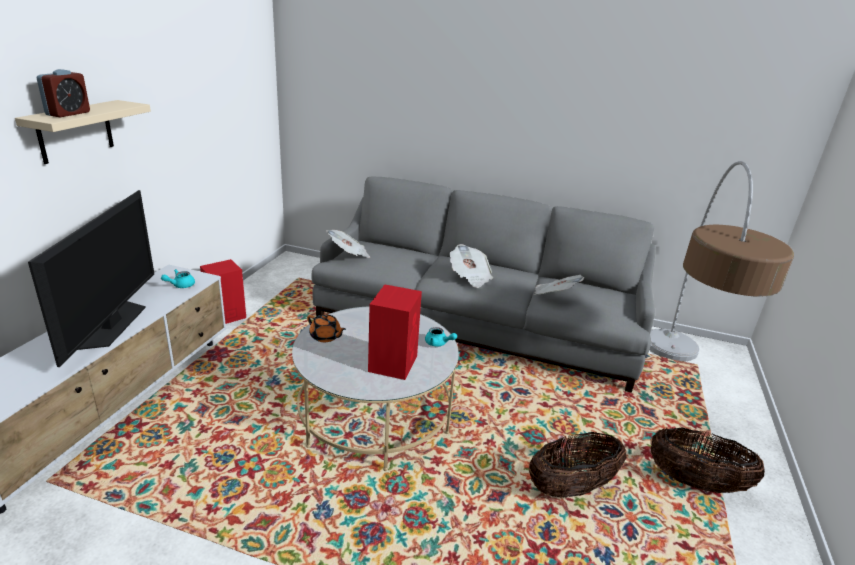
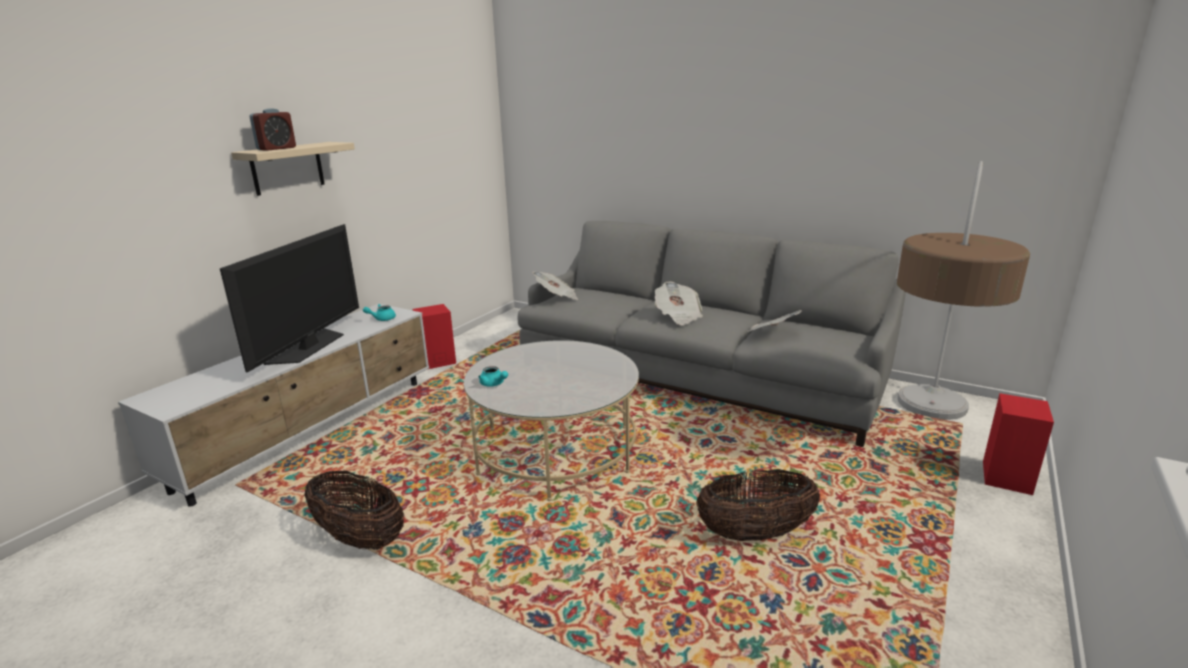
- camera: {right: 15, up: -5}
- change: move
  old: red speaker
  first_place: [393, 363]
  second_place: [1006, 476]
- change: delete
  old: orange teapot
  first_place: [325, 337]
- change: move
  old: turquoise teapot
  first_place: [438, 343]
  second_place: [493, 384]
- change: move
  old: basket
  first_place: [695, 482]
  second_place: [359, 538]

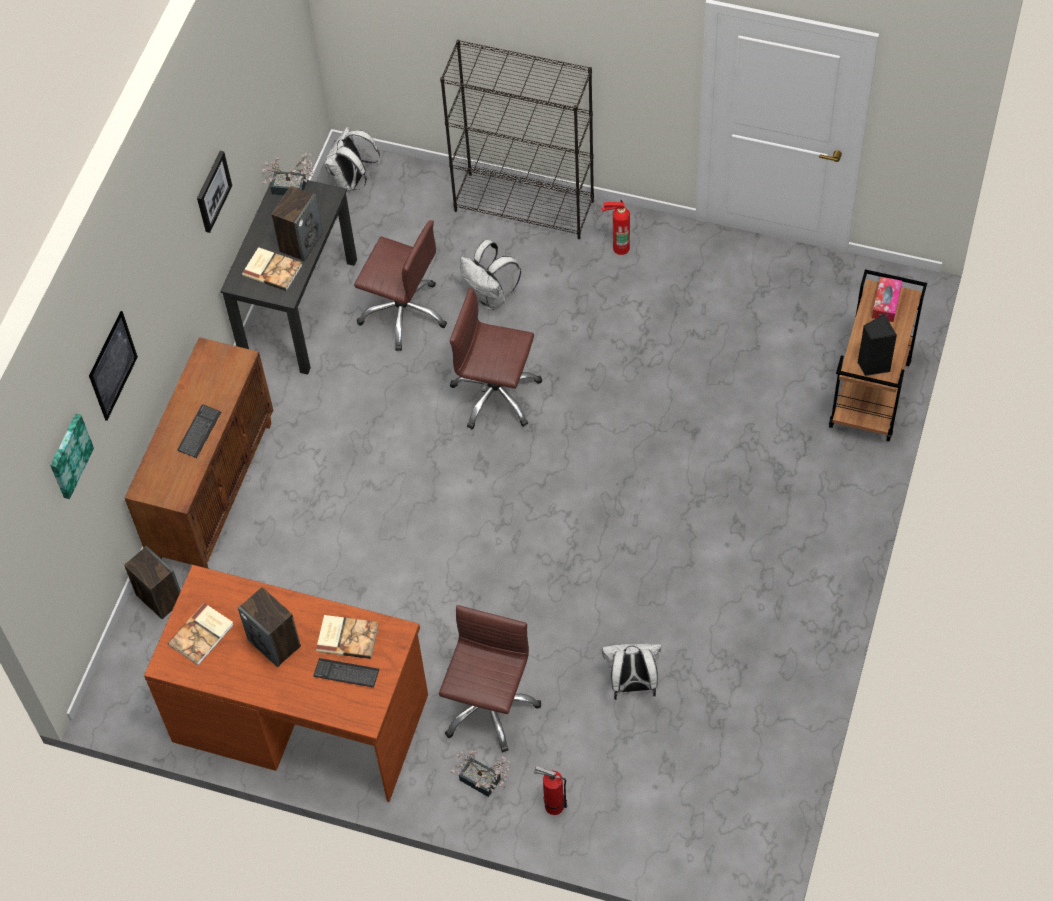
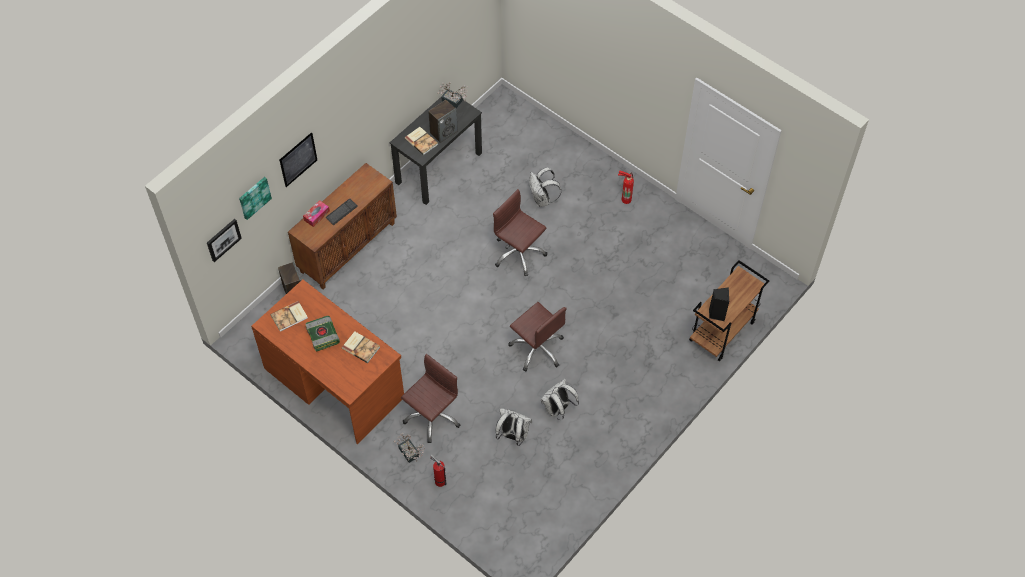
- camera: {right: 20, up: 0}
- change: delete
  old: black bookcase
  first_place: [525, 205]
- change: move
  old: white backpack
  first_place: [352, 181]
  second_place: [558, 409]
- change: move
  old: picture
  first_place: [212, 191]
  second_place: [223, 239]
- change: move
  old: brown office chair
  first_place: [403, 313]
  second_place: [537, 348]
- change: move
  old: tissue box
  first_place: [886, 303]
  second_place: [316, 215]
- change: replace
  old: speaker
  new: book
  first_place: [275, 643]
  second_place: [323, 336]
- change: delete
  old: keyboard
  first_place: [346, 673]

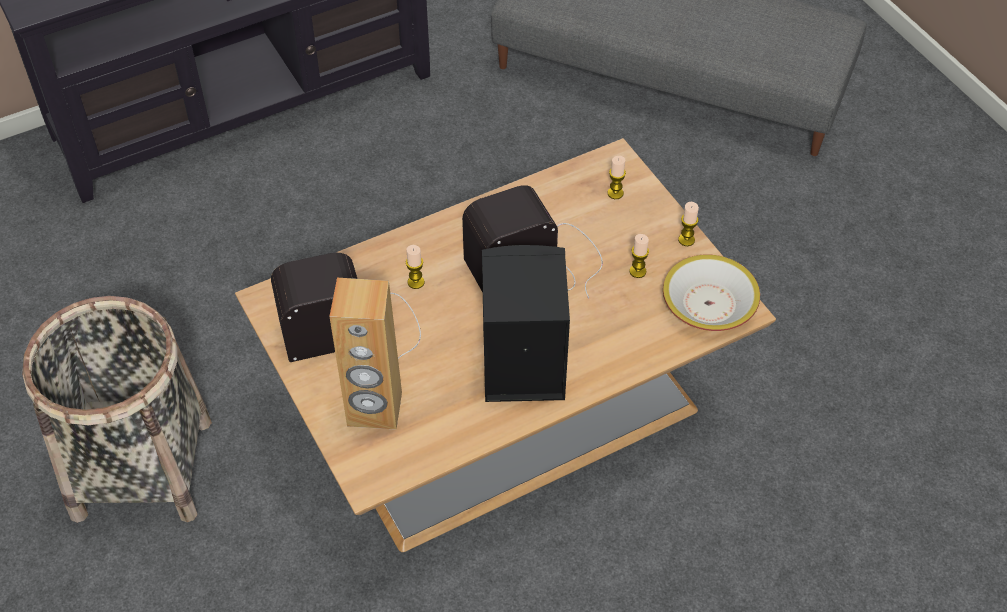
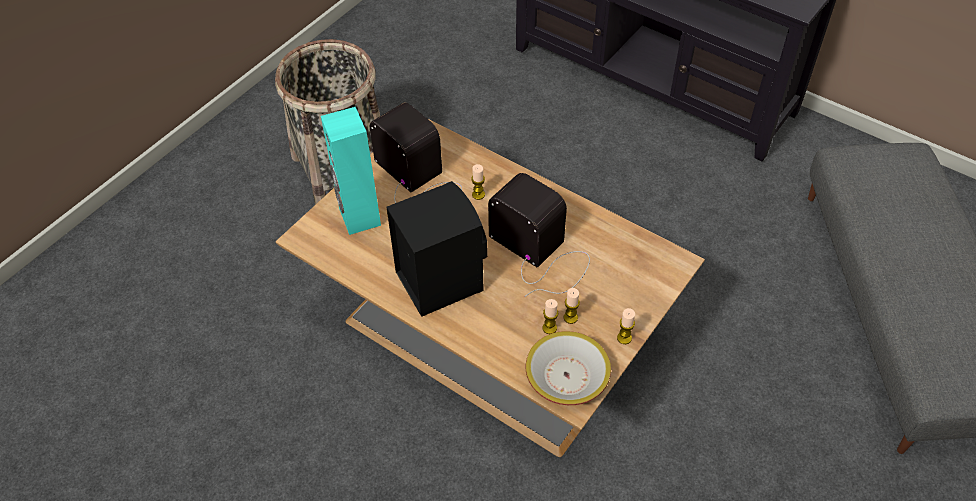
- camera: {right: 65, up: 0}
- change: move
  old: candle
  first_place: [615, 193]
  second_place: [549, 328]
- change: recolor
  old: brown speaker
  new: turquoise speaker
  first_place: [374, 410]
  second_place: [359, 217]

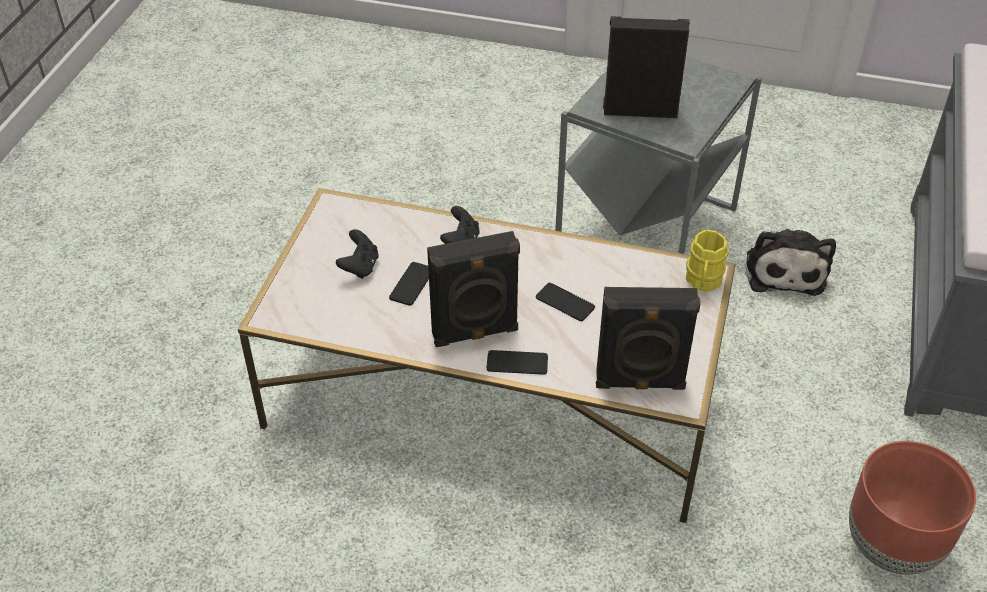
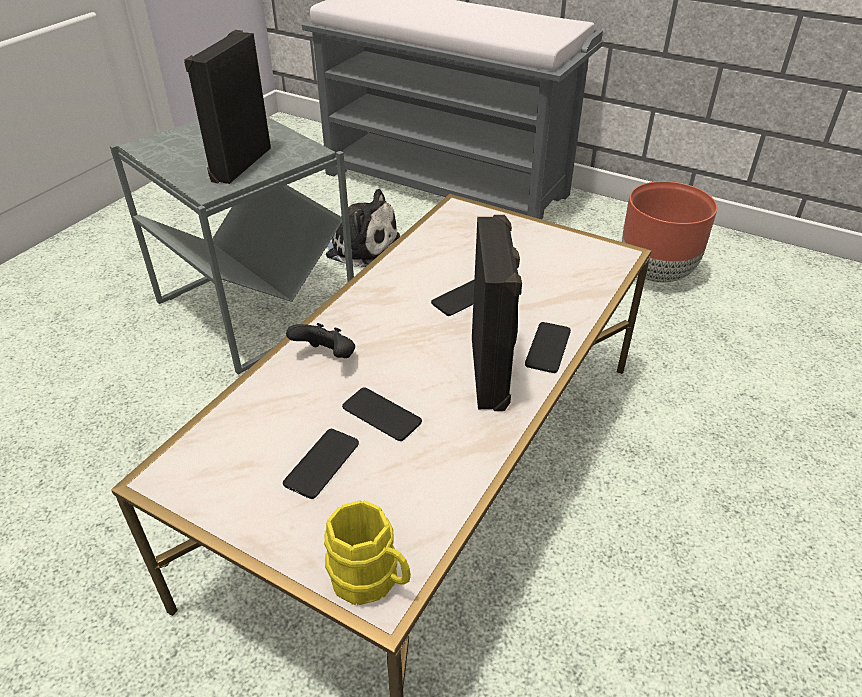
- camera: {right: -75, up: -5}
- change: replace
  old: black game controller
  new: phone
  first_place: [360, 267]
  second_place: [322, 463]
- change: move
  old: yellow mug
  first_place: [703, 282]
  second_place: [371, 581]
- change: delete
  old: black speaker
  first_place: [640, 383]

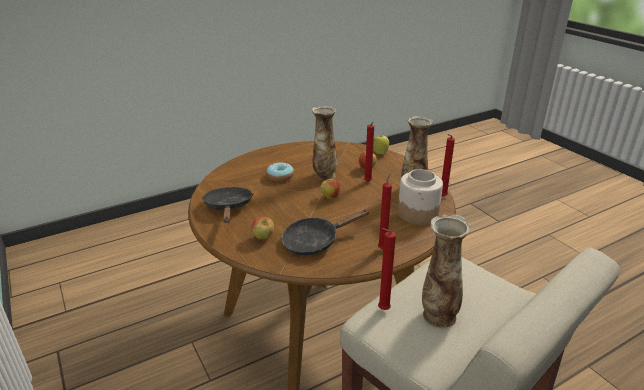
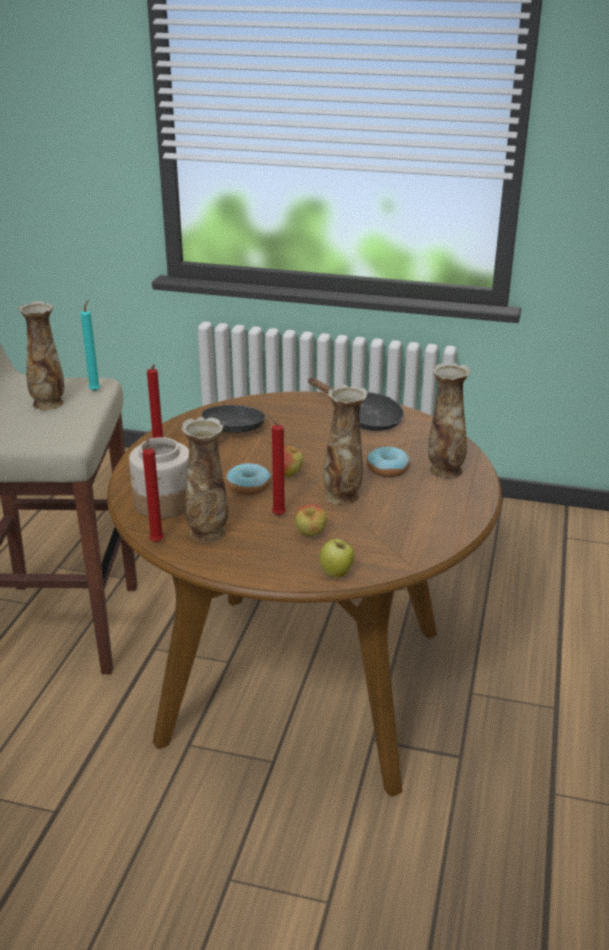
- camera: {right: 135, up: 0}
- change: delete
  old: apple
  first_place: [263, 238]
- change: recolor
  old: red candle
  new: turquoise candle
  first_place: [382, 310]
  second_place: [96, 390]
- change: insert
  new: vase
  second_place: [444, 470]
- change: insert
  new: donut
  second_place: [248, 486]

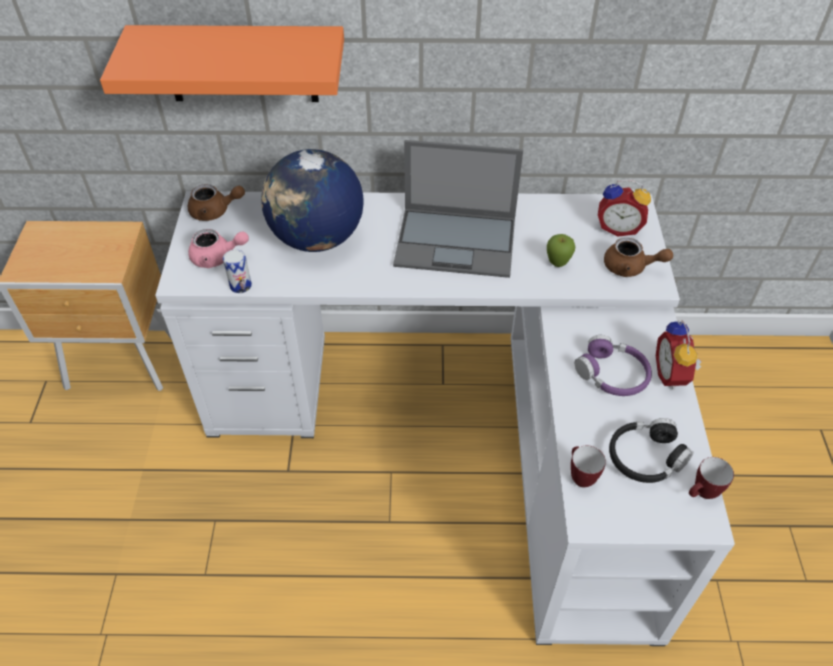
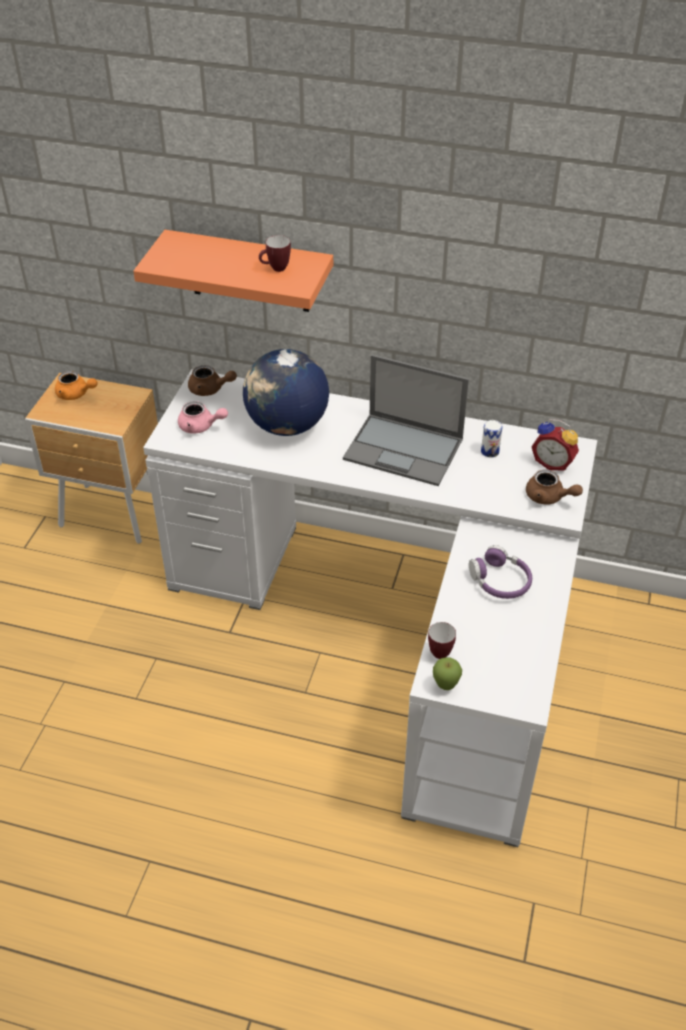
- camera: {right: 15, up: -5}
- change: move
  old: apple
  first_place: [557, 264]
  second_place: [445, 686]
- change: move
  old: can
  first_place: [240, 285]
  second_place: [490, 451]
- change: delete
  old: alarm clock
  first_place: [672, 375]
- change: delete
  old: black headphones
  first_place: [645, 457]
- change: move
  old: mug
  first_place: [702, 494]
  second_place: [275, 269]
- change: insert
  new: orange teapot
  second_place: [76, 394]

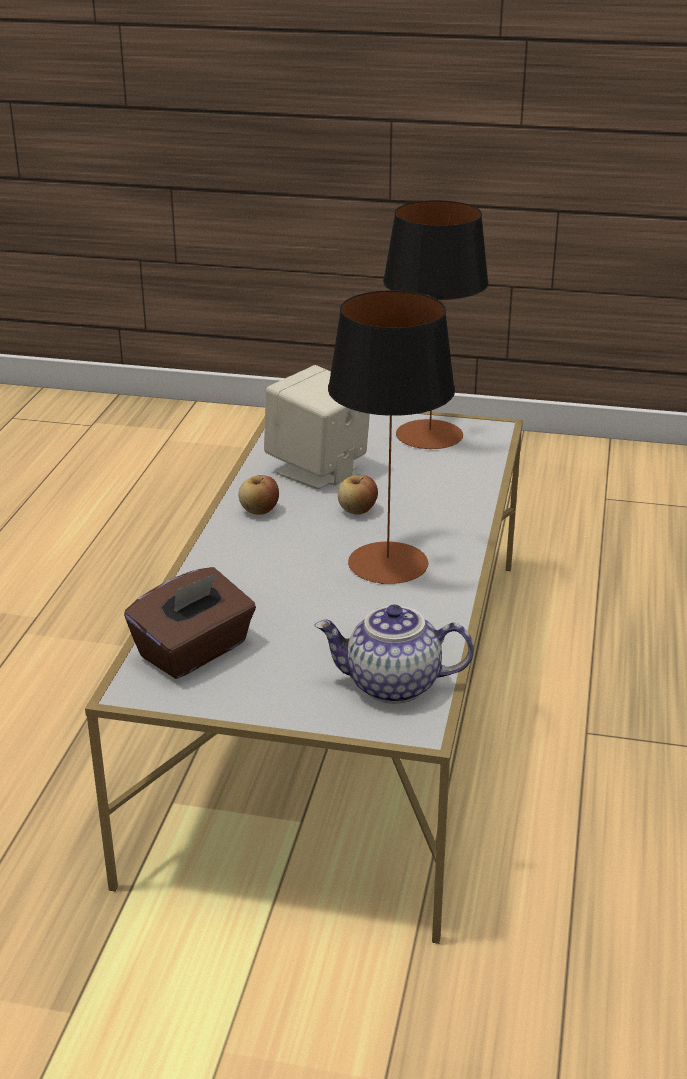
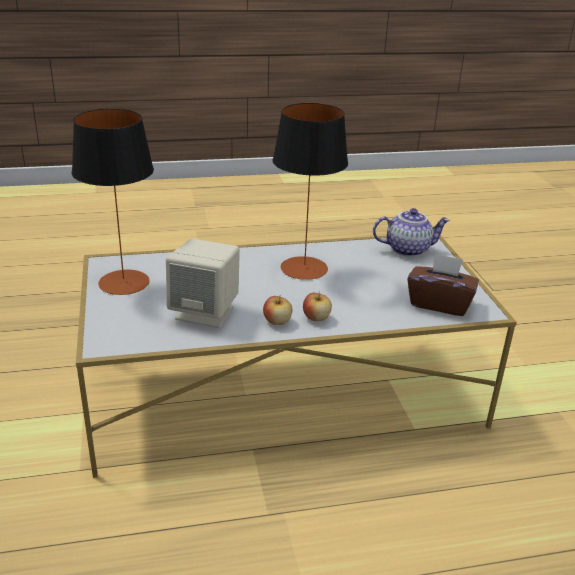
- camera: {right: -115, up: 0}
- change: move
  old: apple
  first_place: [357, 510]
  second_place: [316, 318]
- change: rotate
  old: teapot
  first_place: [392, 686]
  second_place: [408, 249]
  degrees: -75

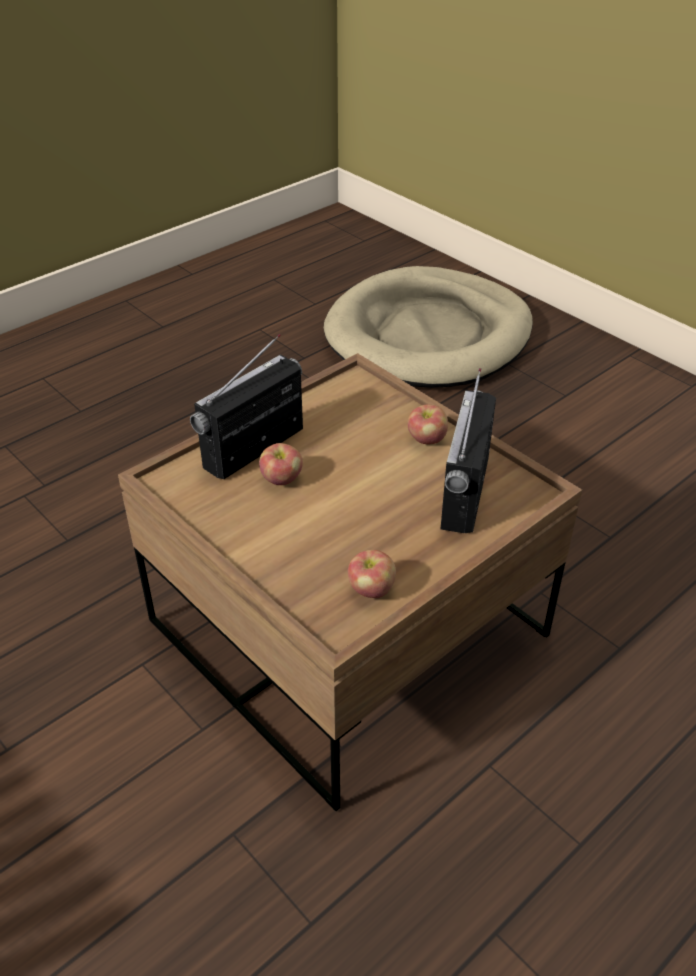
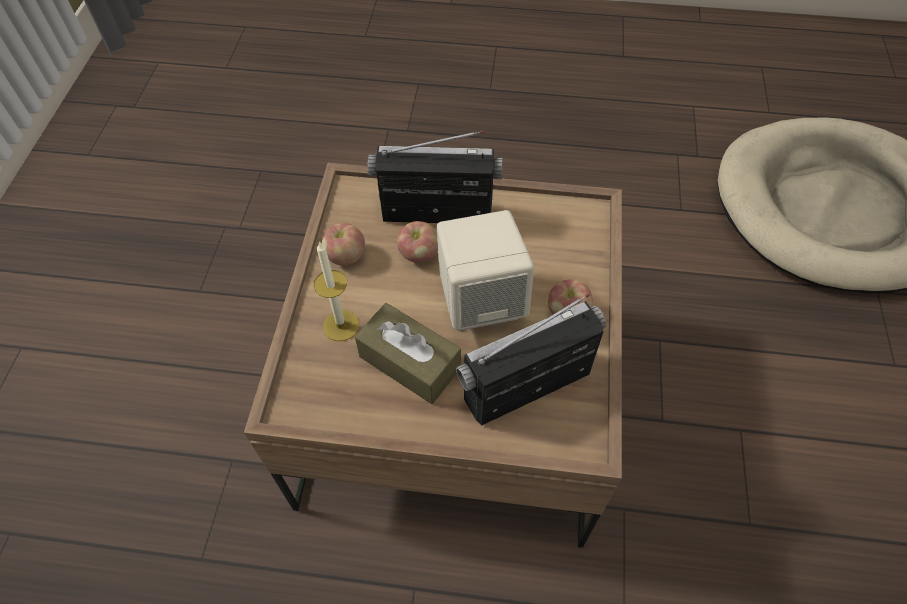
- camera: {right: 50, up: 15}
- change: move
  old: apple
  first_place: [371, 589]
  second_place: [345, 256]
- change: insert
  new: beige speaker
  second_place: [481, 301]
- change: insert
  new: candle
  second_place: [341, 325]
- change: insert
  new: brown tissue box
  second_place: [409, 362]

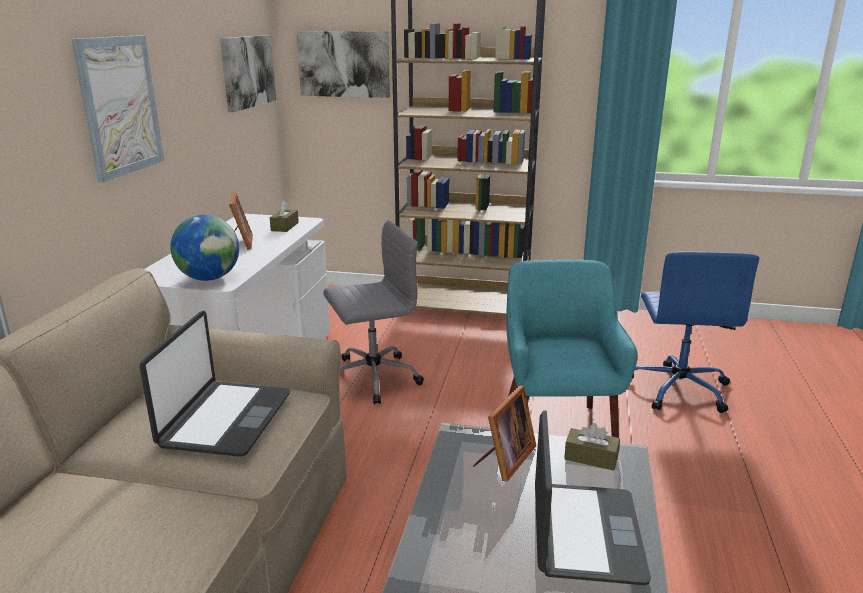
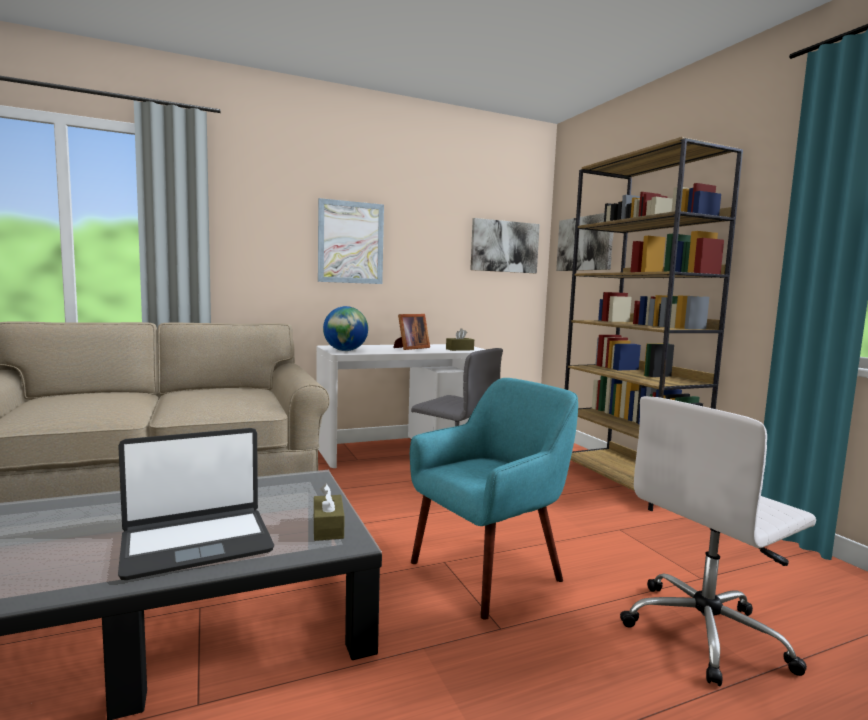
- camera: {right: 55, up: -15}
- change: recolor
  old: blue office chair
  new: white office chair
  first_place: [678, 389]
  second_place: [706, 632]
- change: delete
  old: laptop
  first_place: [225, 419]
- change: delete
  old: picture frame
  first_place: [505, 460]

